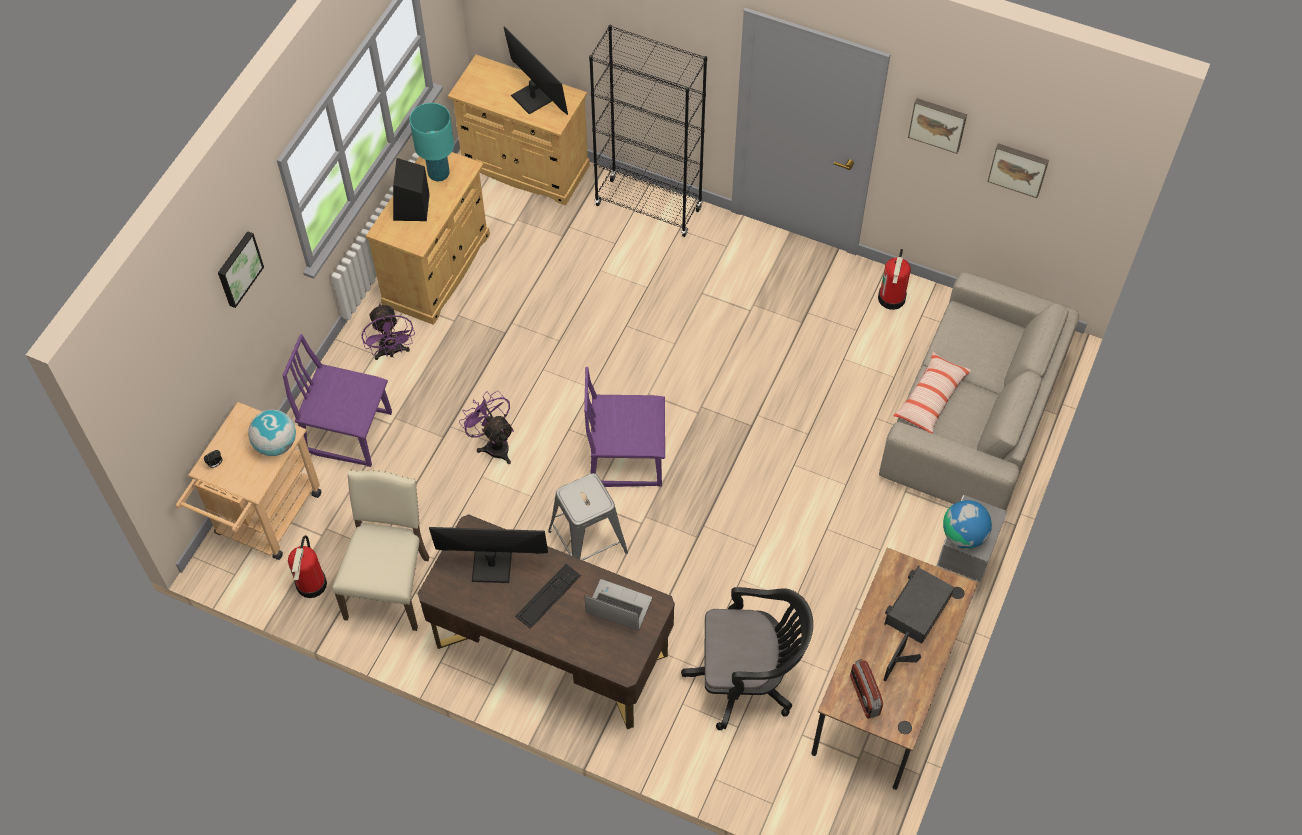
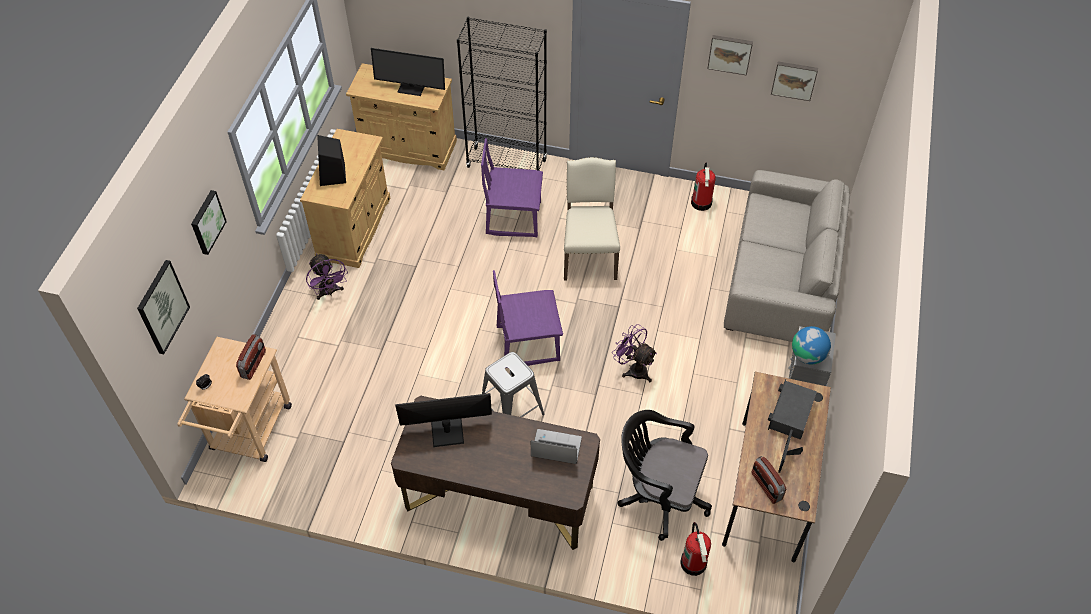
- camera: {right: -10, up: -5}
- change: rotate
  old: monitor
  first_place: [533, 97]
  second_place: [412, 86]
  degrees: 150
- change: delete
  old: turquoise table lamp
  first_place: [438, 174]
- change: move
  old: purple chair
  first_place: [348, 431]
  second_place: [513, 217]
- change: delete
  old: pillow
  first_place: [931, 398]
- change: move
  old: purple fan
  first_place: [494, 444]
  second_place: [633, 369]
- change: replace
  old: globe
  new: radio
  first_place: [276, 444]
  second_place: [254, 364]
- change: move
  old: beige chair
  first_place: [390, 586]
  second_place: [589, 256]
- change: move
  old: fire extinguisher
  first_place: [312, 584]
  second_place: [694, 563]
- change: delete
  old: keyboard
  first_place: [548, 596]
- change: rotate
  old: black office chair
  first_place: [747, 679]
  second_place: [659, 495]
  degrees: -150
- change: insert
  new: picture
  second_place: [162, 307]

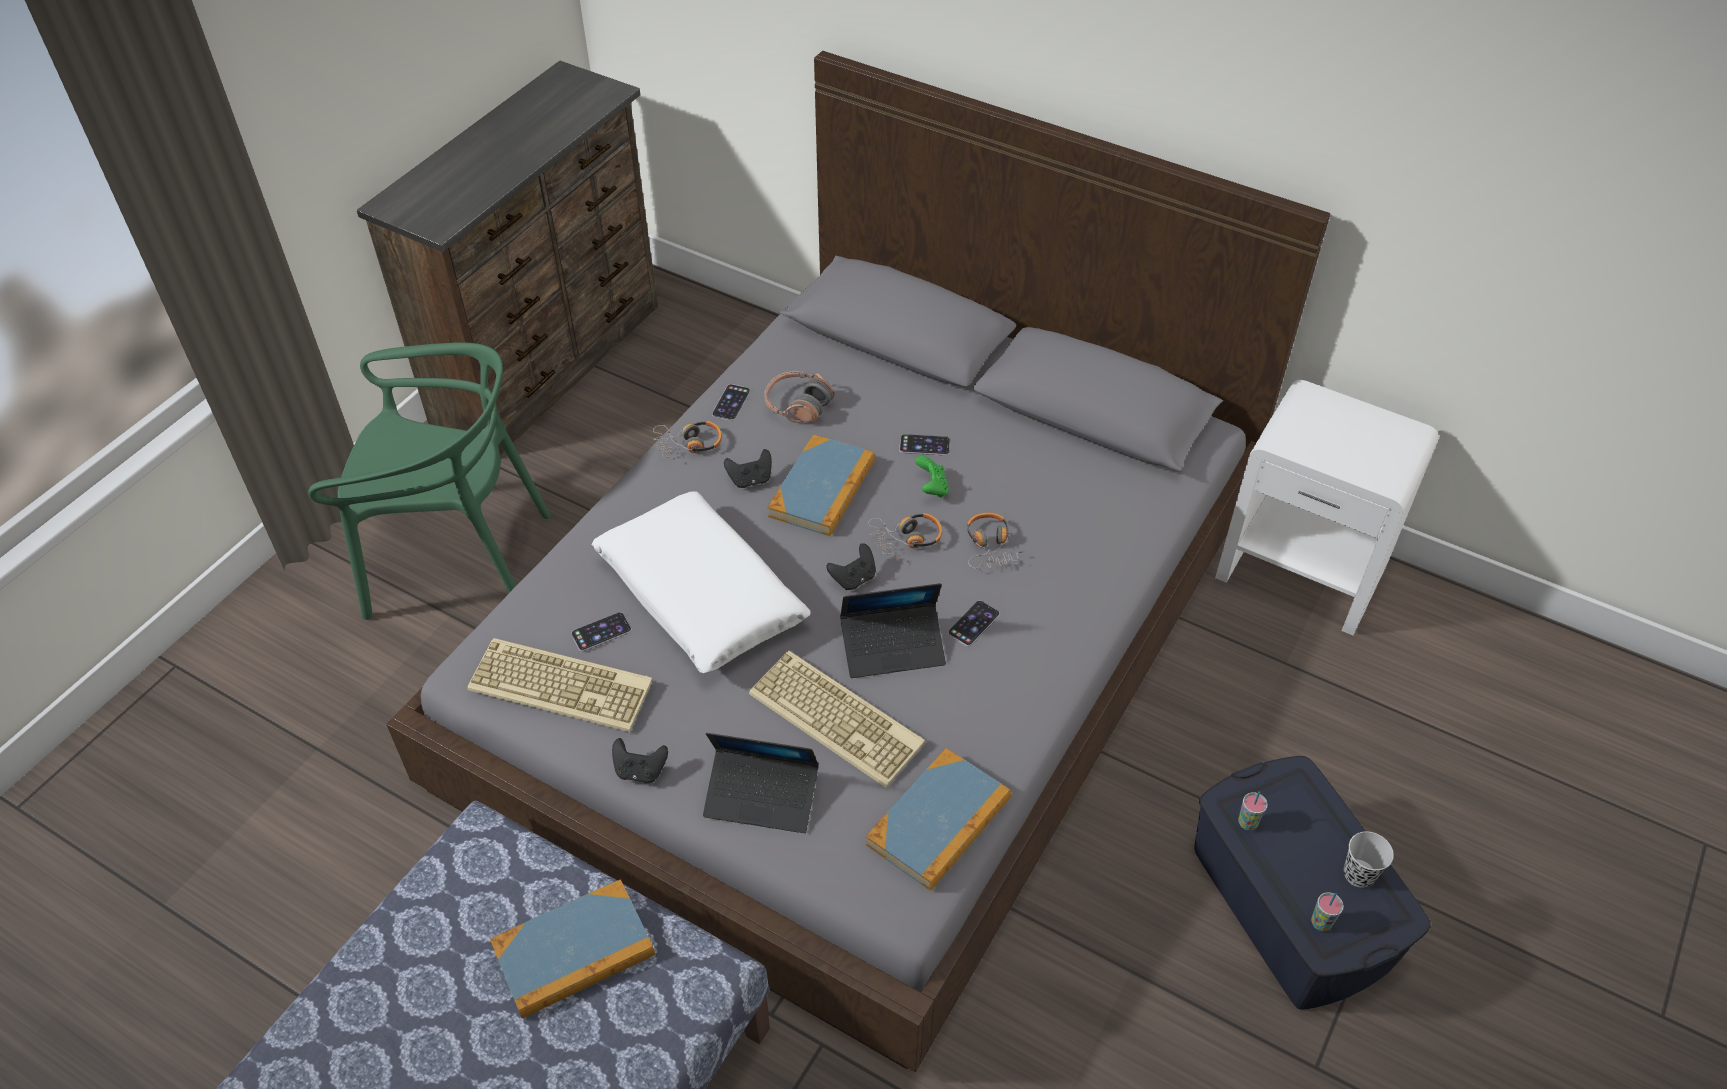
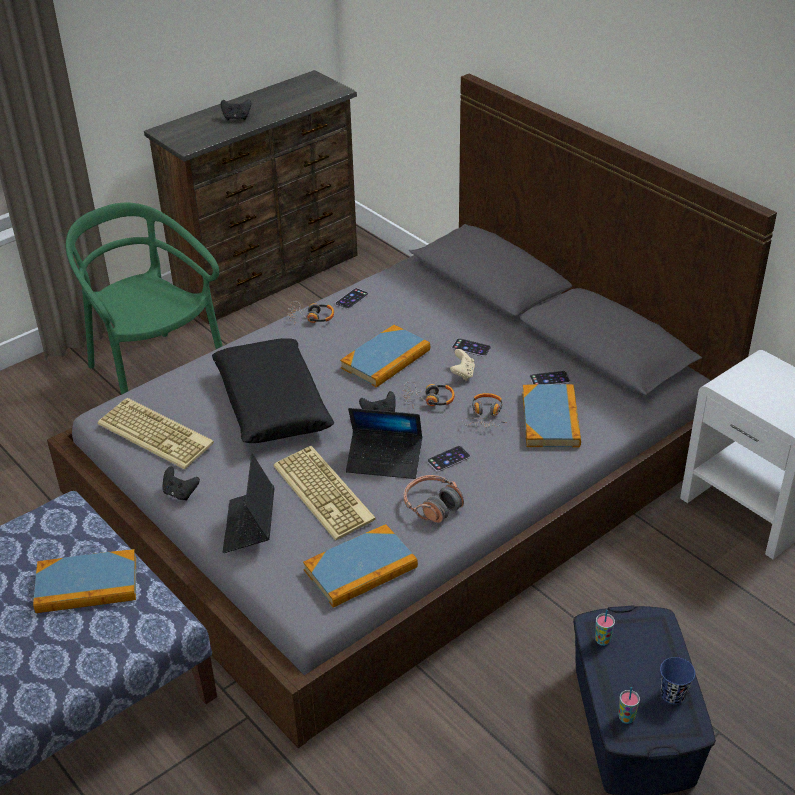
- camera: {right: 20, up: -10}
- change: rotate
  old: green chair
  first_place: [457, 559]
  second_place: [155, 376]
  degrees: -150
- change: move
  old: headphones
  first_place: [798, 405]
  second_place: [432, 505]
- change: move
  old: black game controller
  first_place: [750, 480]
  second_place: [236, 118]
- change: recolor
  old: green game controller
  new: beige game controller
  first_place: [932, 488]
  second_place: [462, 374]
- change: recolor
  old: white pillow
  new: black pillow
  first_place: [700, 595]
  second_place: [272, 403]
- change: move
  old: phone
  first_place: [601, 632]
  second_place: [549, 379]
- change: rotate
  old: laptop
  first_place: [762, 797]
  second_place: [250, 526]
  degrees: 60
- change: recolor
  old: black cup
  new: blue cup
  first_place: [1358, 874]
  second_place: [673, 695]
- change: insert
  new: book
  second_place: [550, 419]

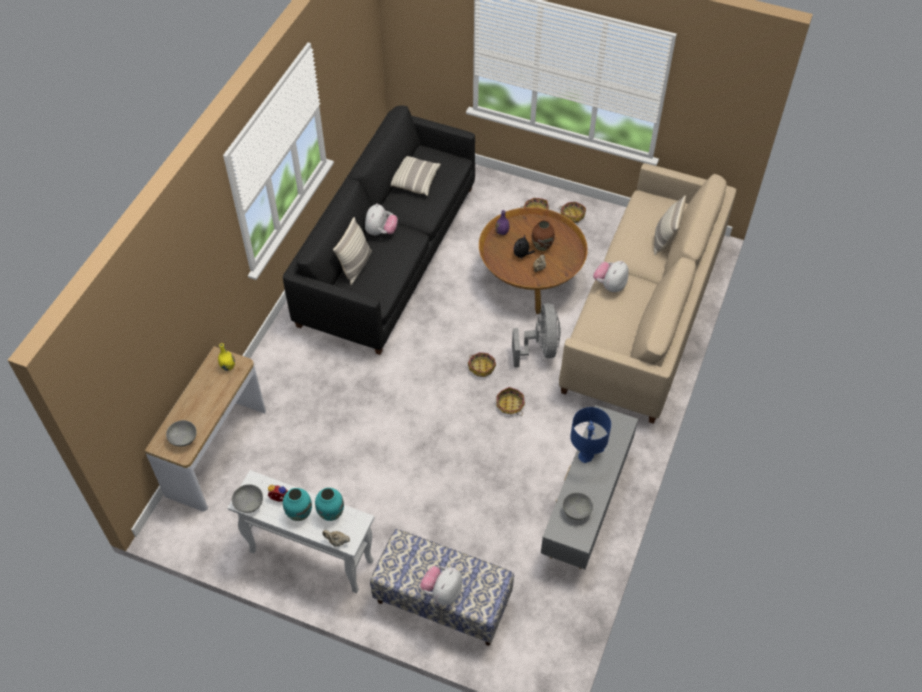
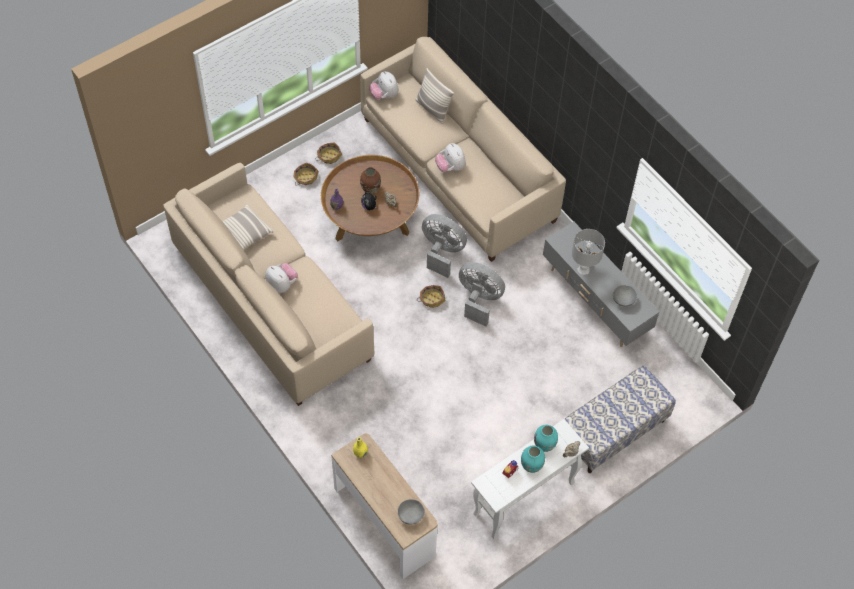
- camera: {right: -60, up: 5}
- change: recolor
  old: black sofa
  new: beige sofa
  first_place: [388, 254]
  second_place: [271, 302]
- change: delete
  old: pillow
  first_place: [355, 266]
- change: replace
  old: basket
  new: grey fan
  first_place: [510, 405]
  second_place: [479, 300]
- change: recolor
  old: blue table lamp
  new: grey table lamp
  first_place: [586, 456]
  second_place: [583, 269]
- change: delete
  old: grey bowl
  first_place: [249, 504]
- change: move
  old: plush toy
  first_place: [442, 592]
  second_place: [384, 95]

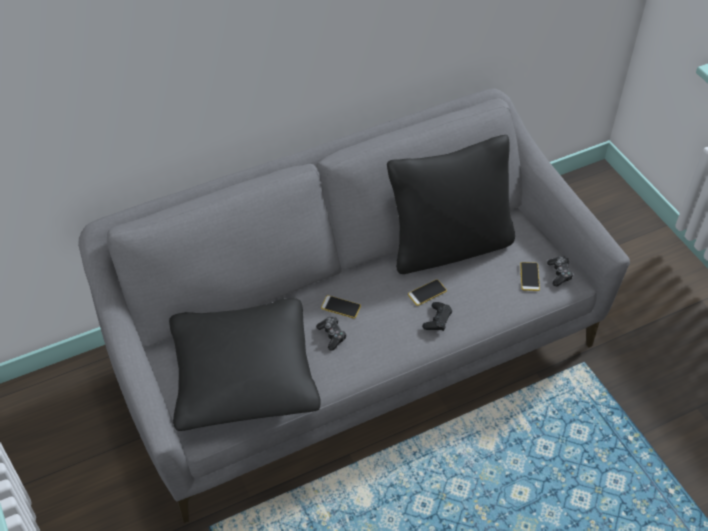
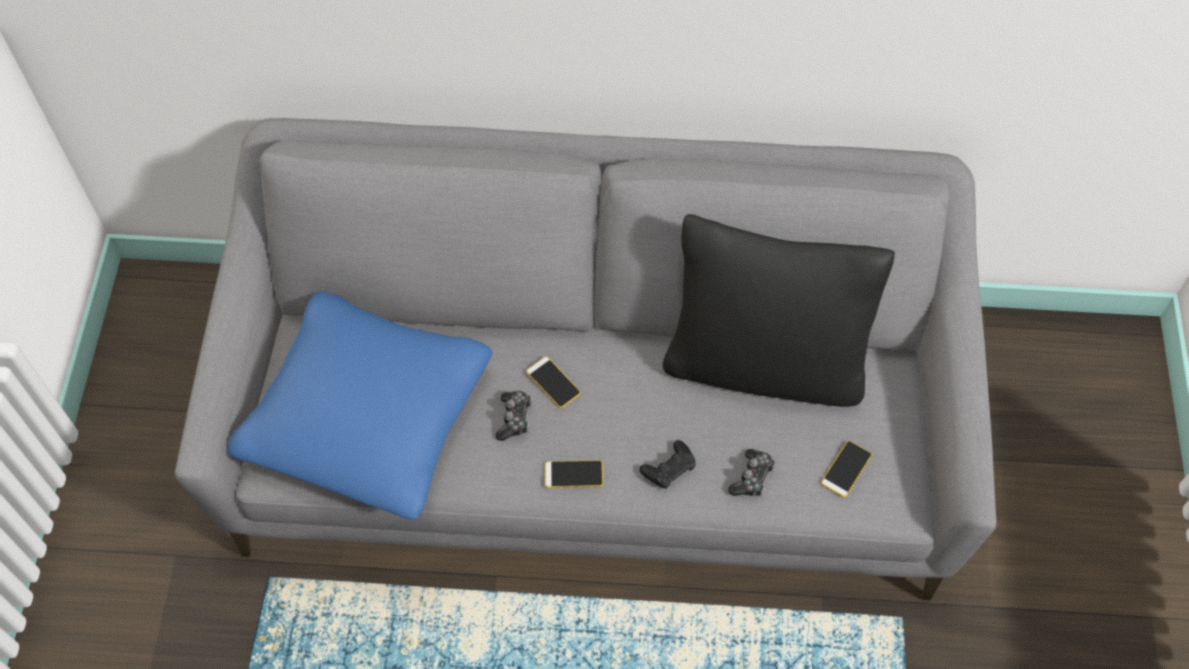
- camera: {right: 30, up: 10}
- change: move
  old: game controller
  first_place: [559, 273]
  second_place: [752, 477]
- change: move
  old: phone
  first_place: [427, 293]
  second_place: [573, 474]
- change: recolor
  old: black pillow
  new: blue pillow
  first_place: [244, 376]
  second_place: [369, 417]

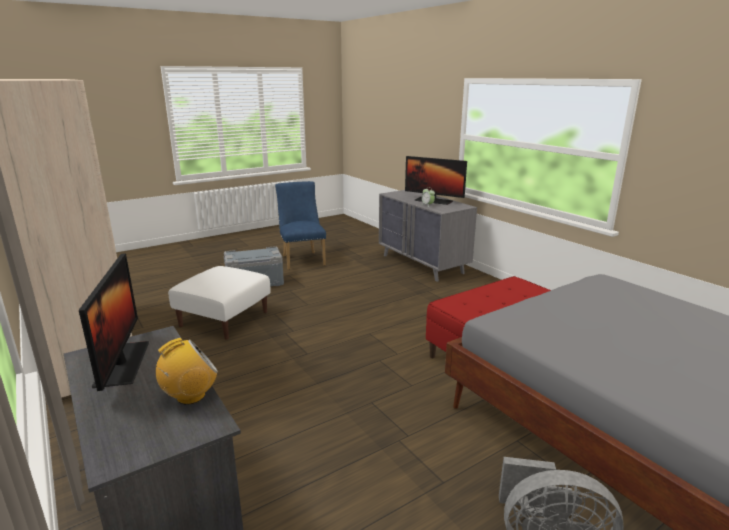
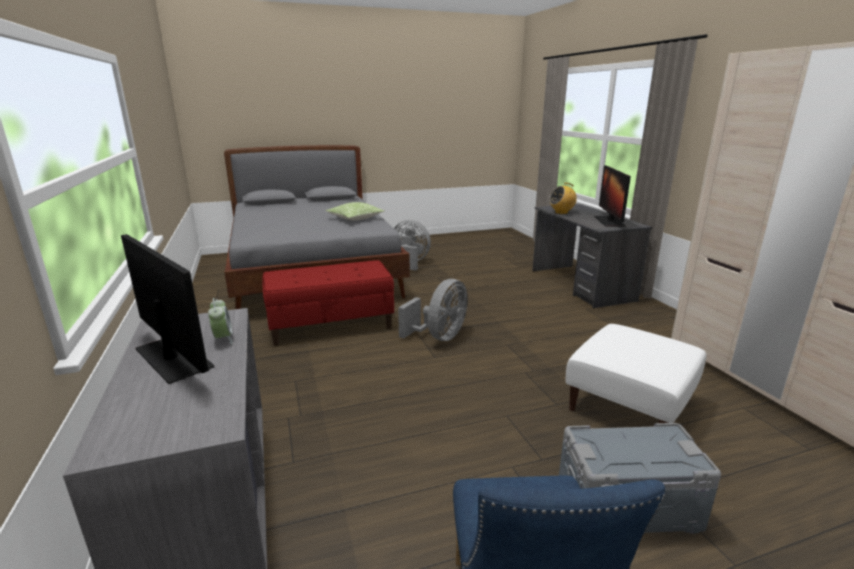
- camera: {right: -165, up: 0}
- change: insert
  new: pillow
  second_place: [355, 218]
- change: insert
  new: grey fan
  second_place: [439, 337]

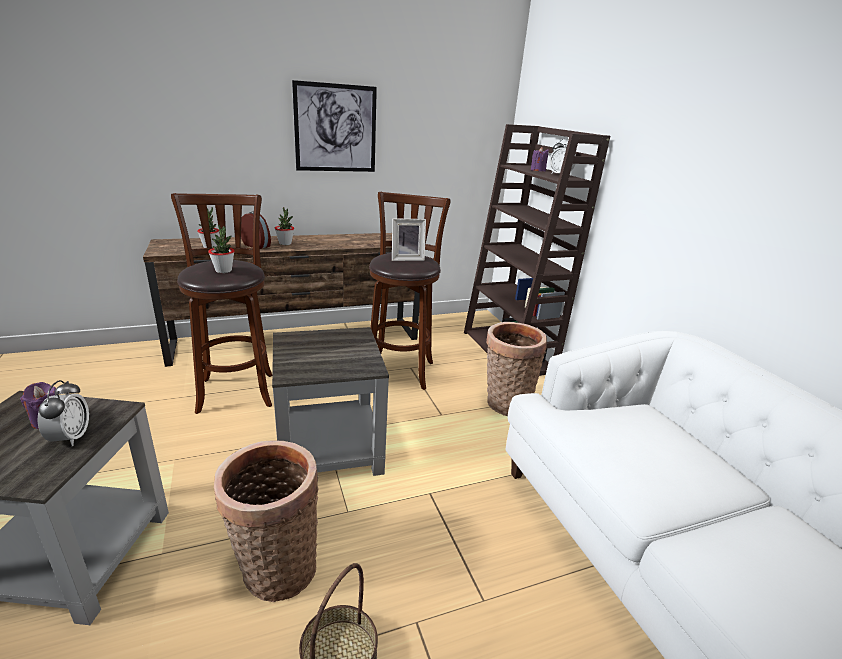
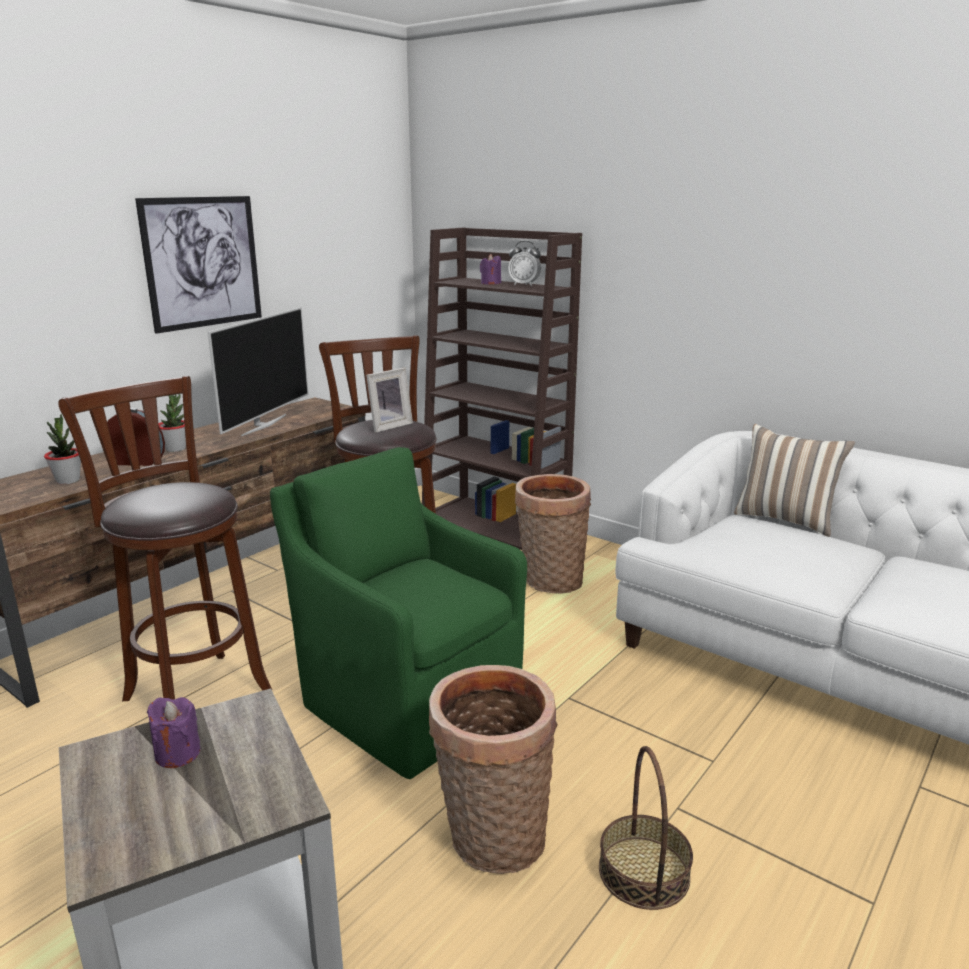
- camera: {right: -30, up: -5}
- change: delete
  old: potted plant
  first_place: [223, 270]
- change: replace
  old: grey side table
  new: green armchair
  first_place: [330, 447]
  second_place: [407, 702]
- change: delete
  old: alarm clock
  first_place: [71, 437]
- change: insert
  new: television
  second_place: [263, 425]
- change: insert
  new: pillow
  second_place: [785, 519]

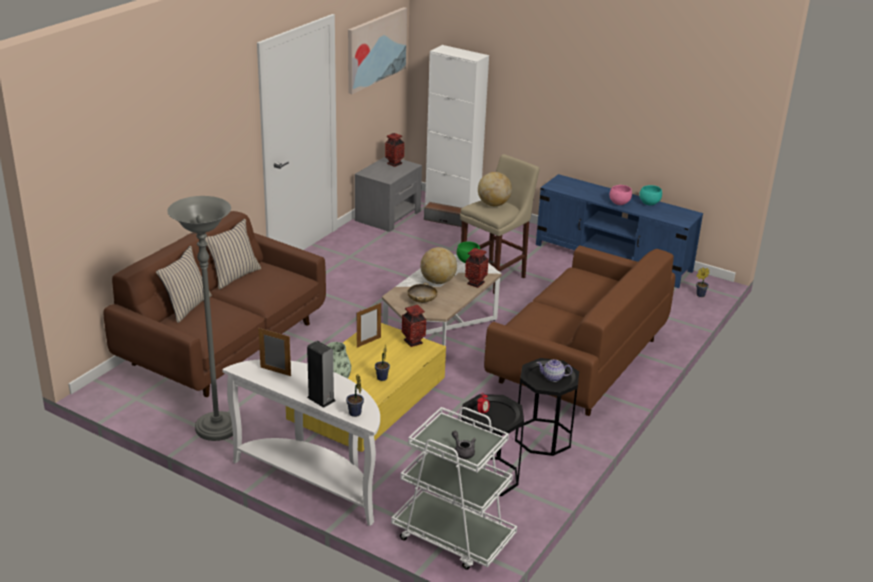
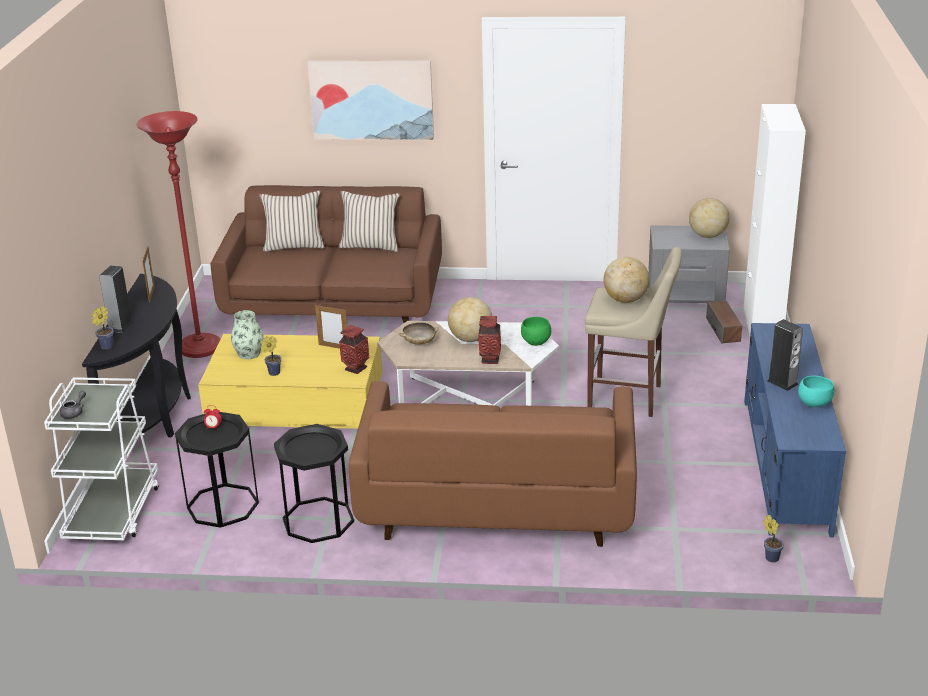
- camera: {right: 65, up: 0}
- change: move
  old: picture
  first_place: [376, 49]
  second_place: [372, 99]
- change: replace
  old: vase
  new: globe
  first_place: [394, 164]
  second_place: [707, 235]
- change: replace
  old: pink bowl
  new: speaker
  first_place: [619, 203]
  second_place: [782, 382]
- change: recolor
  old: grey floor lamp
  new: red floor lamp
  first_place: [217, 428]
  second_place: [200, 348]
- change: recolor
  old: white console table
  new: black console table
  first_place: [313, 481]
  second_place: [154, 416]
- change: delete
  old: teapot
  first_place: [553, 377]

